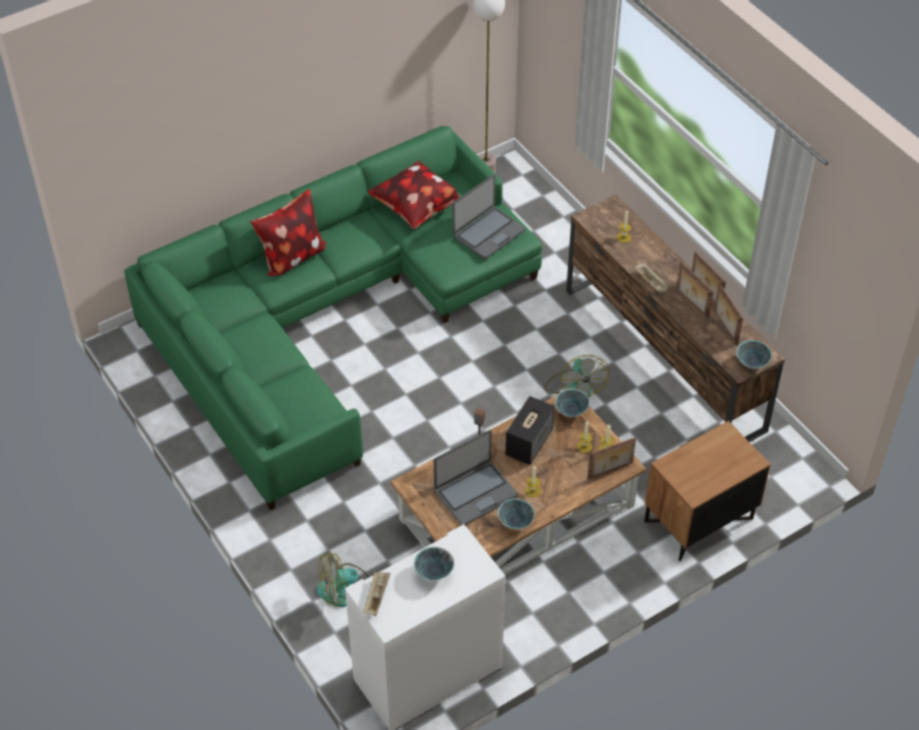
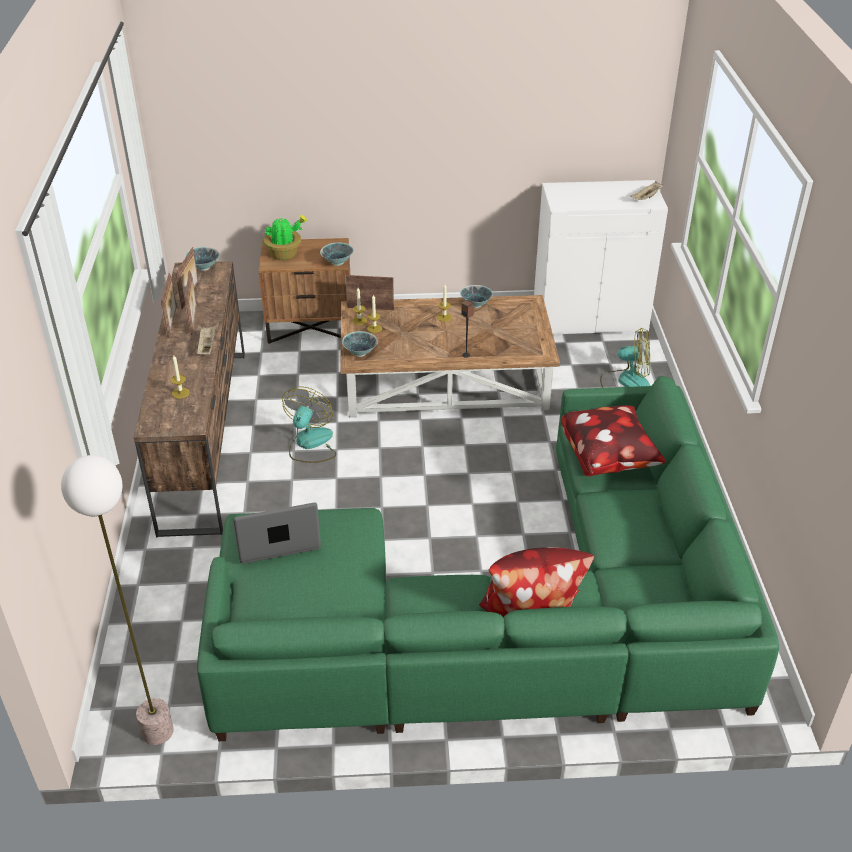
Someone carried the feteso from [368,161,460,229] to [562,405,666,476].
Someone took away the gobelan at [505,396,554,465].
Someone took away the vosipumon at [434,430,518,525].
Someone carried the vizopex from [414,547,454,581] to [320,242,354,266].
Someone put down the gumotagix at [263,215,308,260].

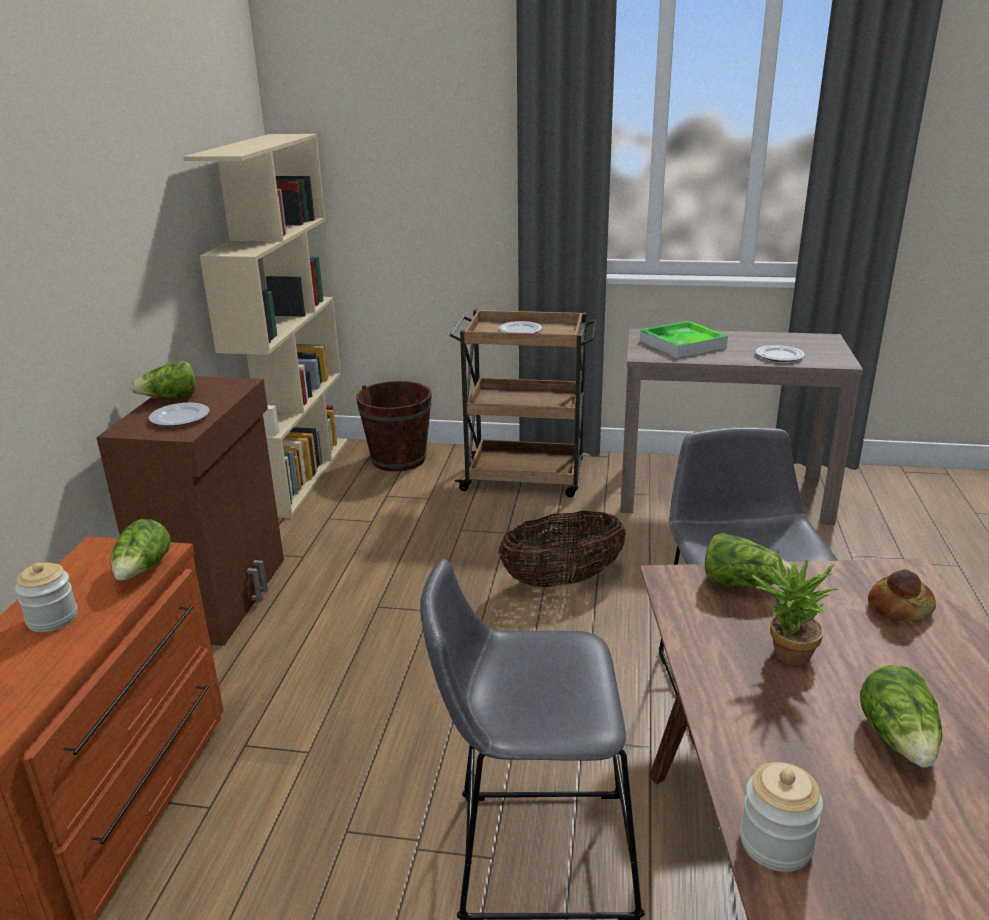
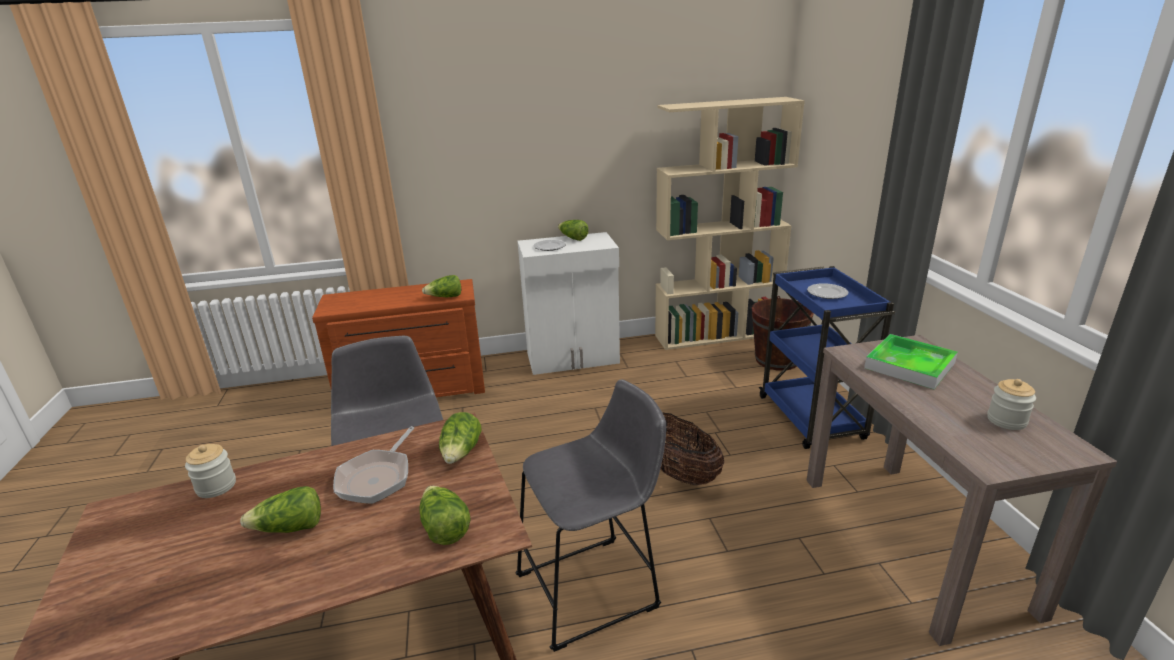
Someone repainted the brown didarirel at [449,310,598,497], which became the blue didarirel at [759,266,896,449].
Someone took away the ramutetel at [756,345,805,362].
Someone repainted the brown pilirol at [96,376,284,646], which became the white pilirol at [517,232,620,375].
Someone swapped the gumotagix at [752,550,839,665] for the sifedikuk at [333,426,414,504].
Someone carried the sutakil from [15,562,78,632] to [987,379,1036,430].
Someone swapped the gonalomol at [868,569,936,622] for the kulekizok at [419,486,471,545].

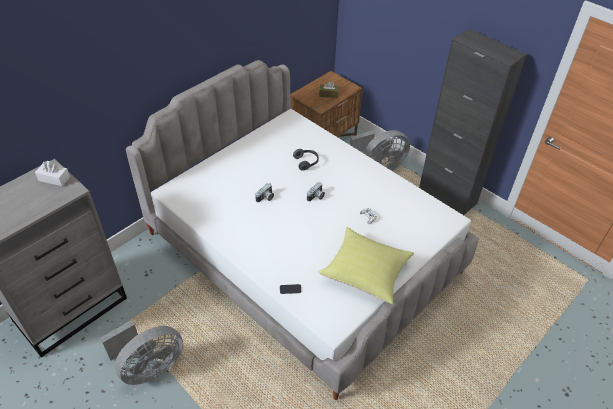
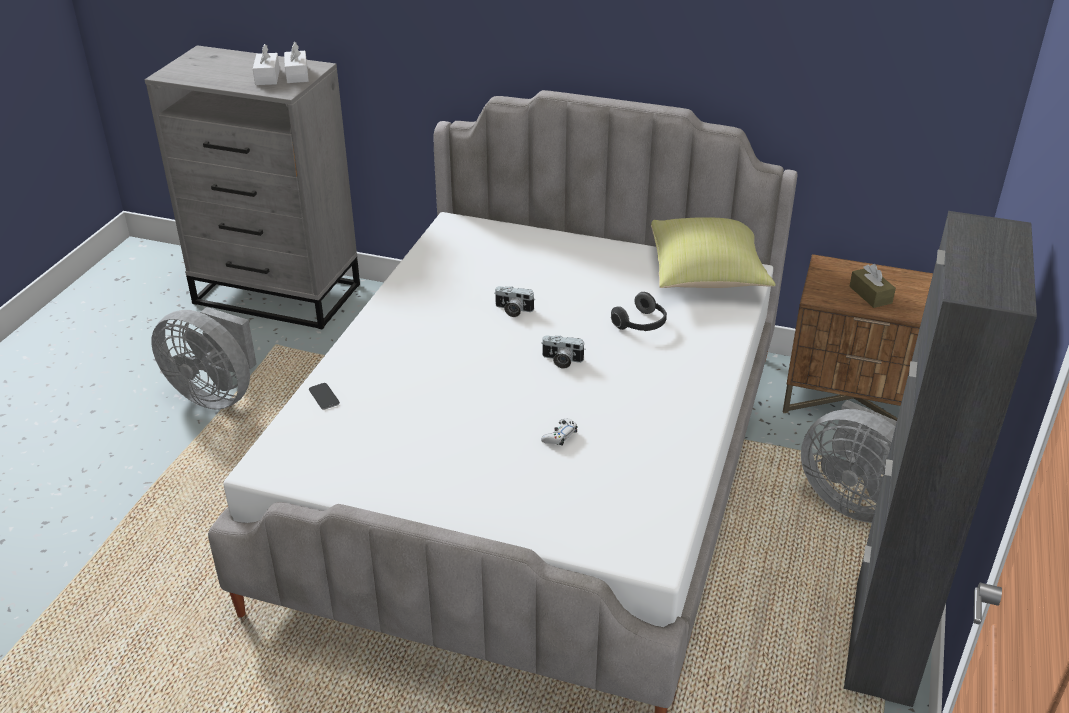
Someone carried the yellow feteso from [319,227,414,304] to [651,218,776,288].
Someone put down the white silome at [253,44,280,85].

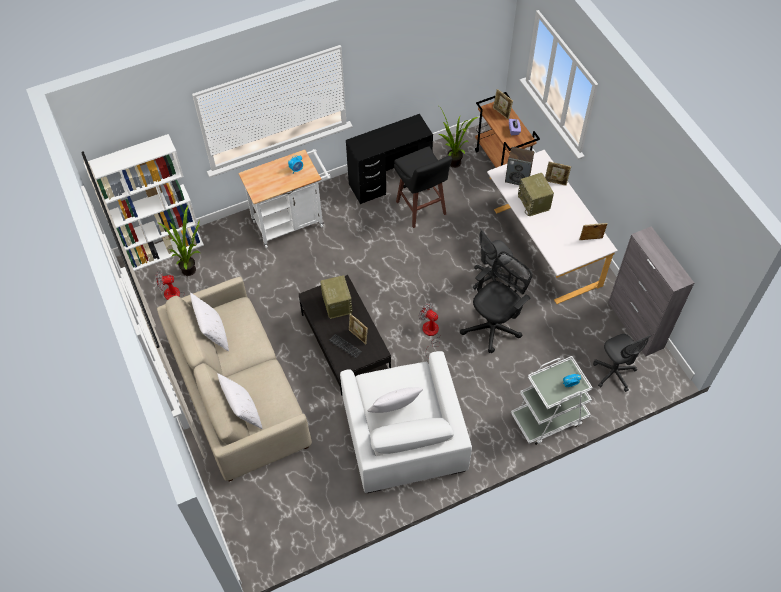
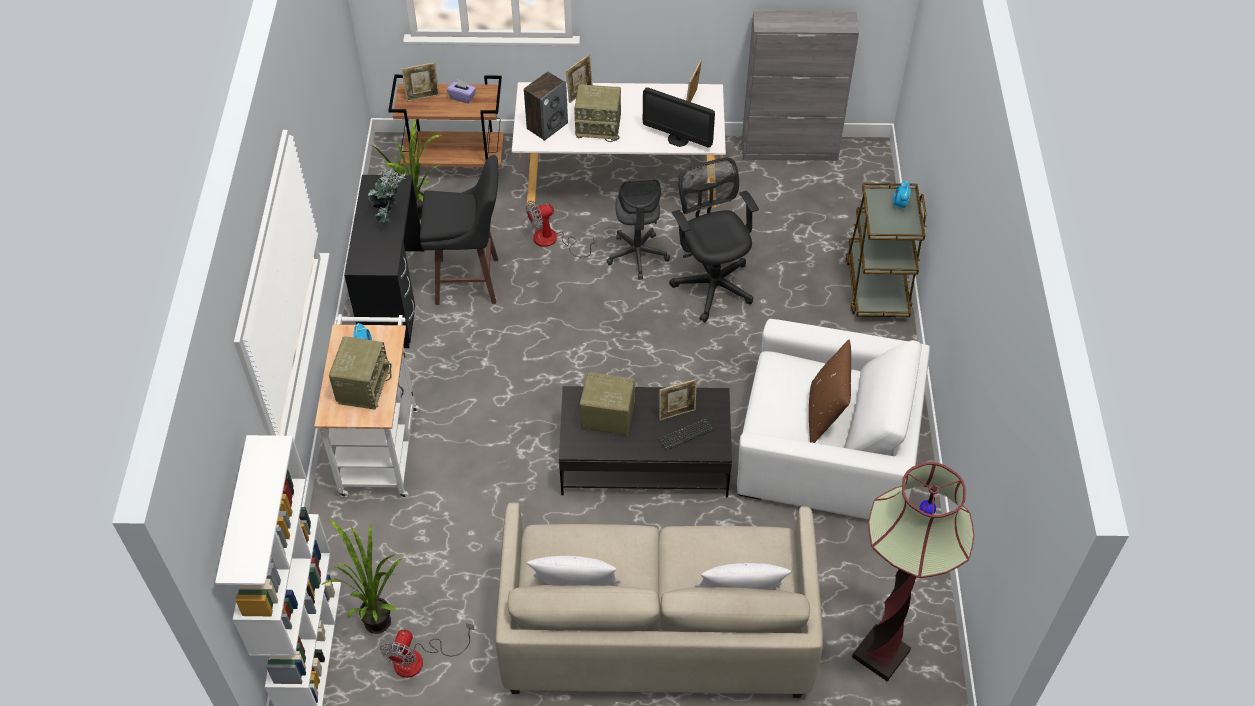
Someone carried the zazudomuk from [419,303,441,359] to [526,201,596,257].
Someone took away the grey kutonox at [593,334,651,392].
Someone repainted the white didarirel at [511,356,593,445], which became the brown didarirel at [846,183,926,317].
Someone repainted the white feteso at [368,387,423,413], which became the brown feteso at [809,340,851,443].
Someone put down the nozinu at [643,87,715,148].
Someone put down the gumotagix at [368,169,406,226].
Someone put down the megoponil at [329,336,392,410].
Someone put down the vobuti at [852,462,975,682].

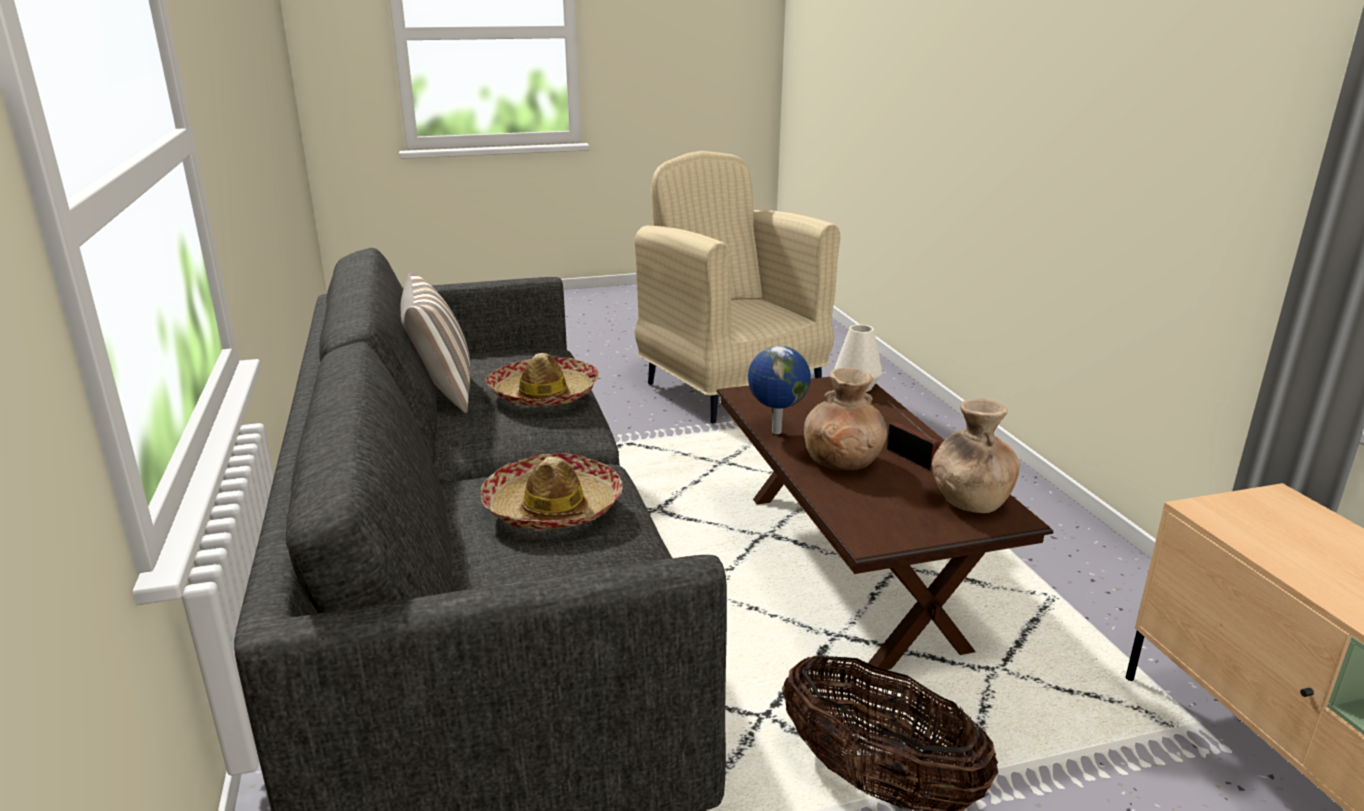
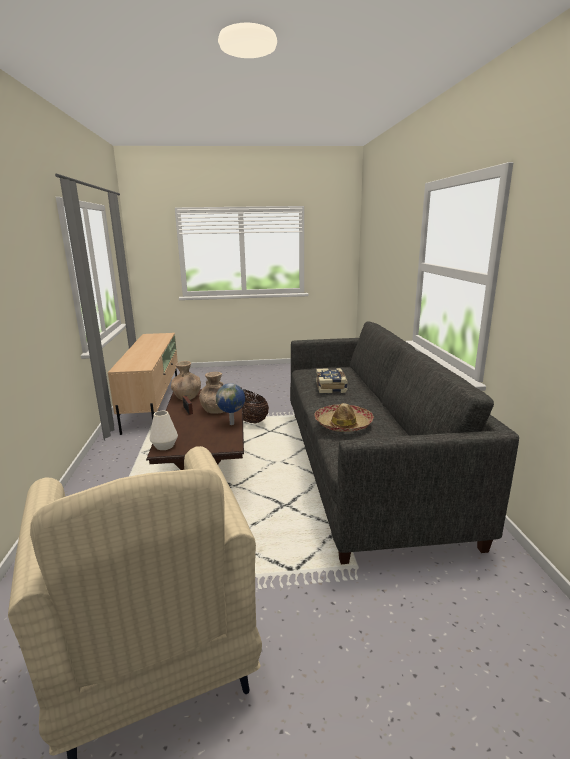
Someone took away the feteso at [401,272,470,413].
Someone swapped the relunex at [480,453,622,529] for the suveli at [316,368,348,393].

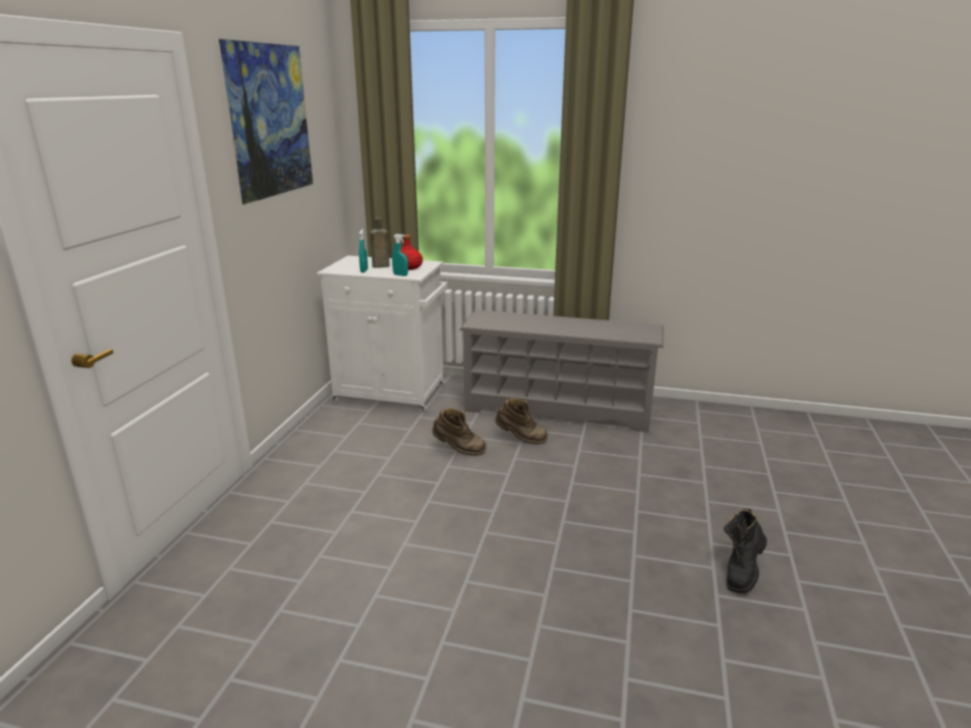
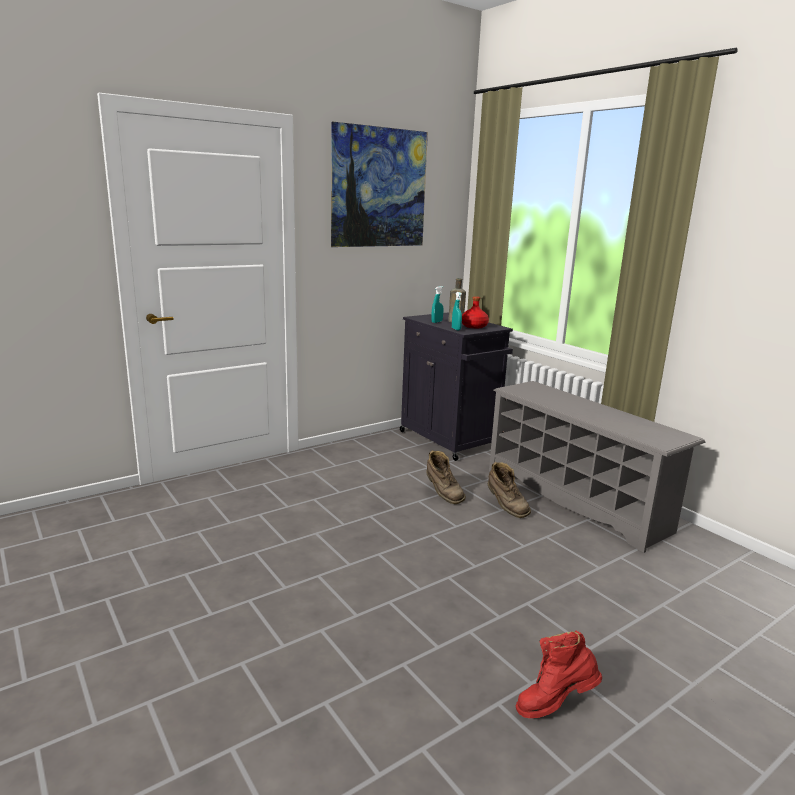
Someone repainted the white pilirol at [317,256,447,413], which became the black pilirol at [400,312,513,461].
Someone repainted the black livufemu at [723,509,767,593], which became the red livufemu at [515,631,602,718].

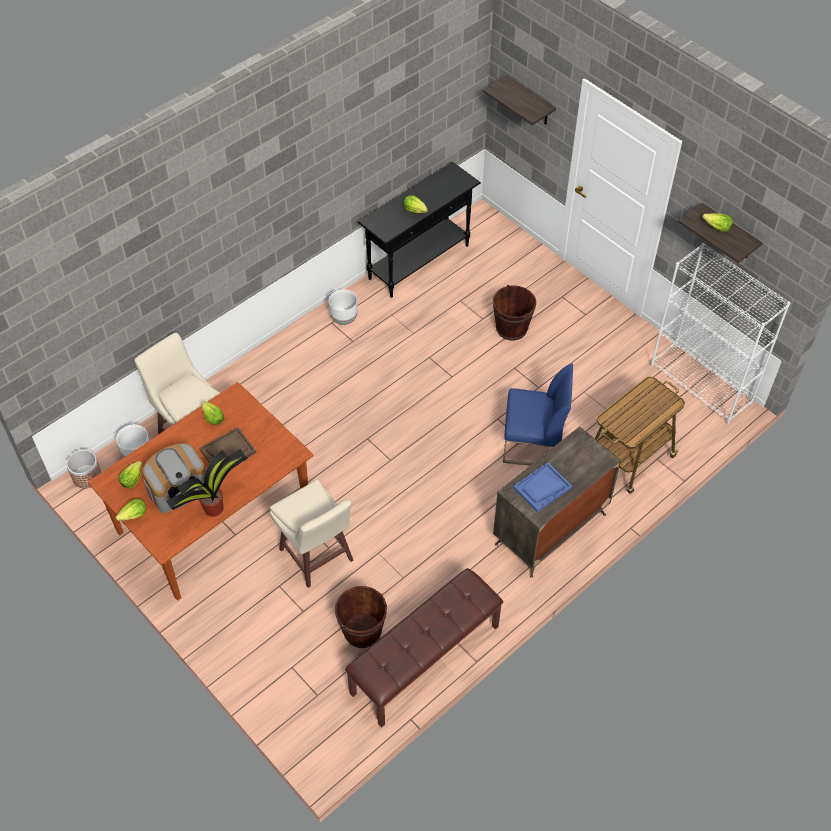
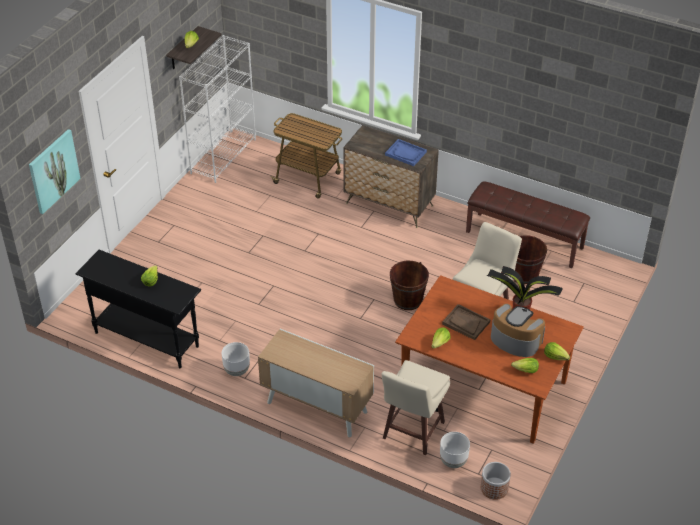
Someone swapped the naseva at [483,75,556,125] for the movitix at [29,129,81,214].
Someone carried the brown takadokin from [493,285,536,341] to [390,261,429,310].
Someone took away the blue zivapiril at [503,364,573,465].
Someone put down the pilirol at [258,329,374,438].

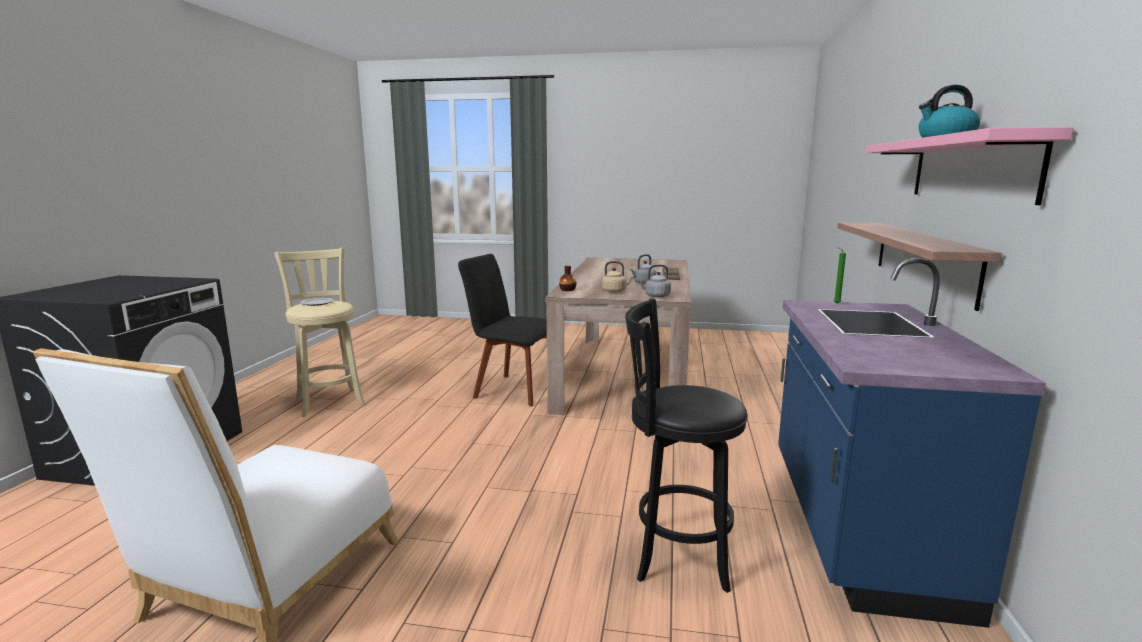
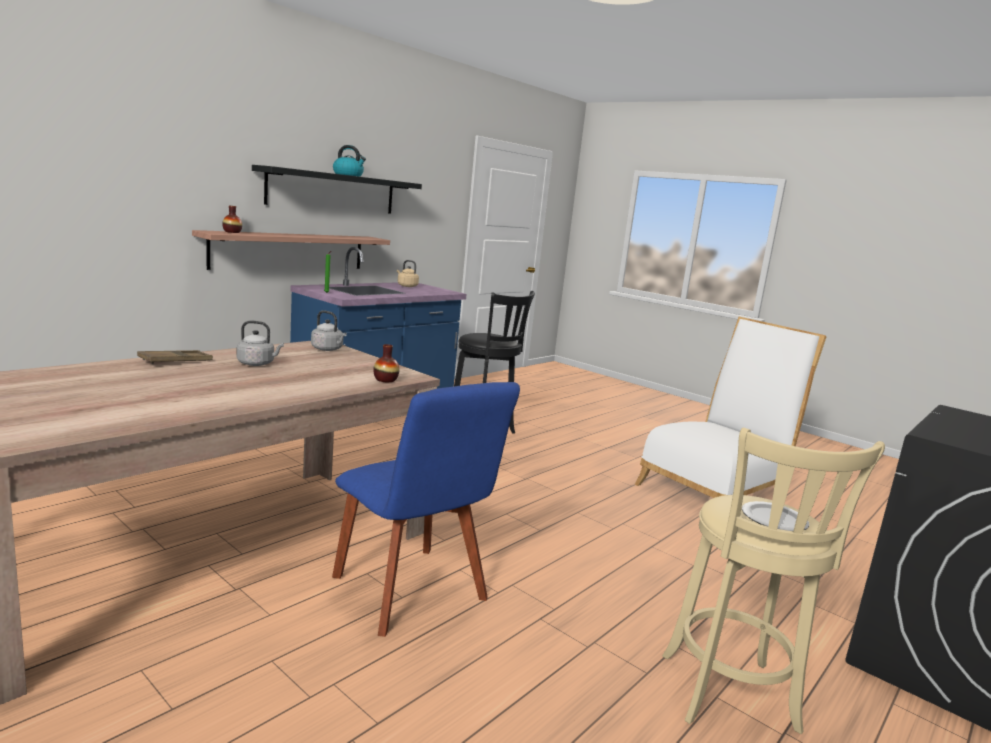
Someone repainted the pink naseva at [866,127,1073,205], which became the black naseva at [252,165,422,214].
Someone repainted the black zivapiril at [458,254,547,406], which became the blue zivapiril at [332,382,520,637].
Someone carried the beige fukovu from [602,261,634,293] to [397,260,419,287].
Someone put down the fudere at [222,206,242,233].

